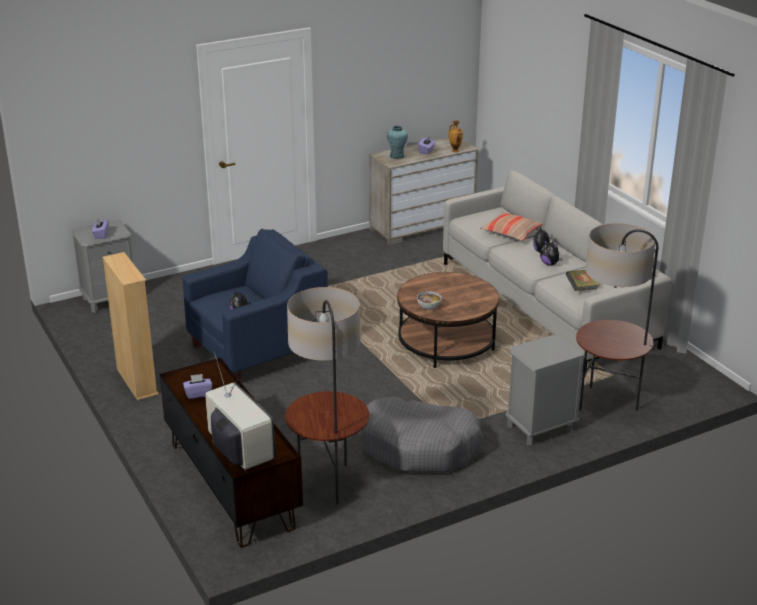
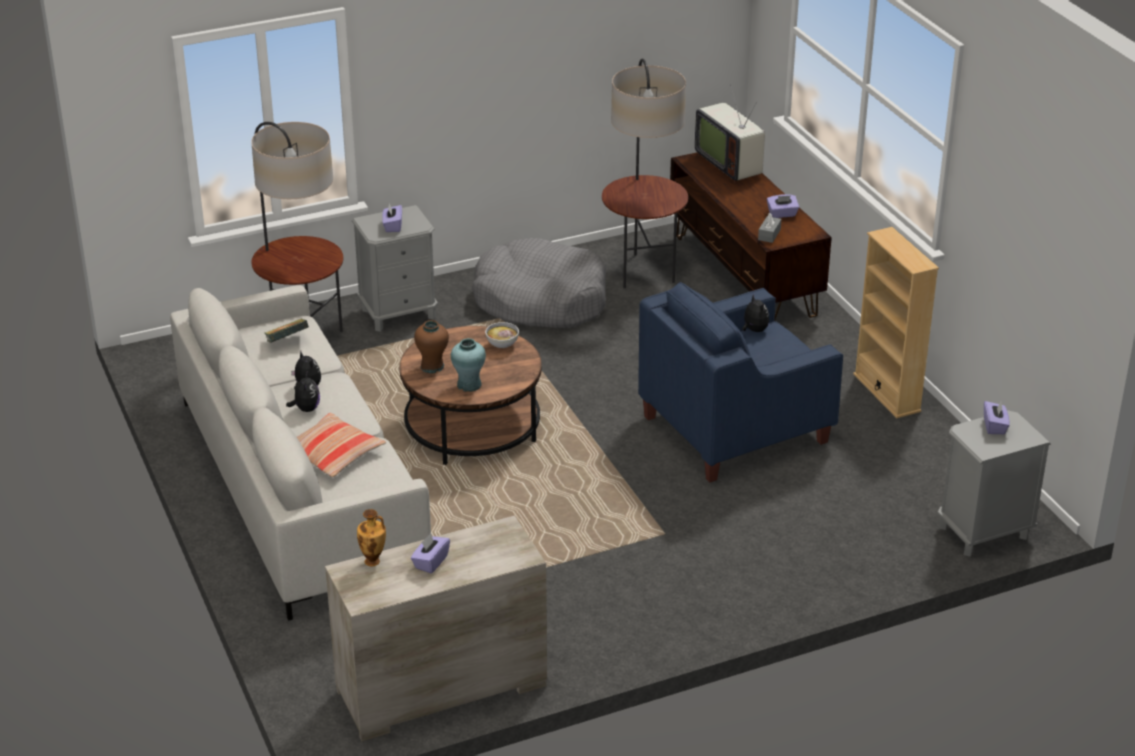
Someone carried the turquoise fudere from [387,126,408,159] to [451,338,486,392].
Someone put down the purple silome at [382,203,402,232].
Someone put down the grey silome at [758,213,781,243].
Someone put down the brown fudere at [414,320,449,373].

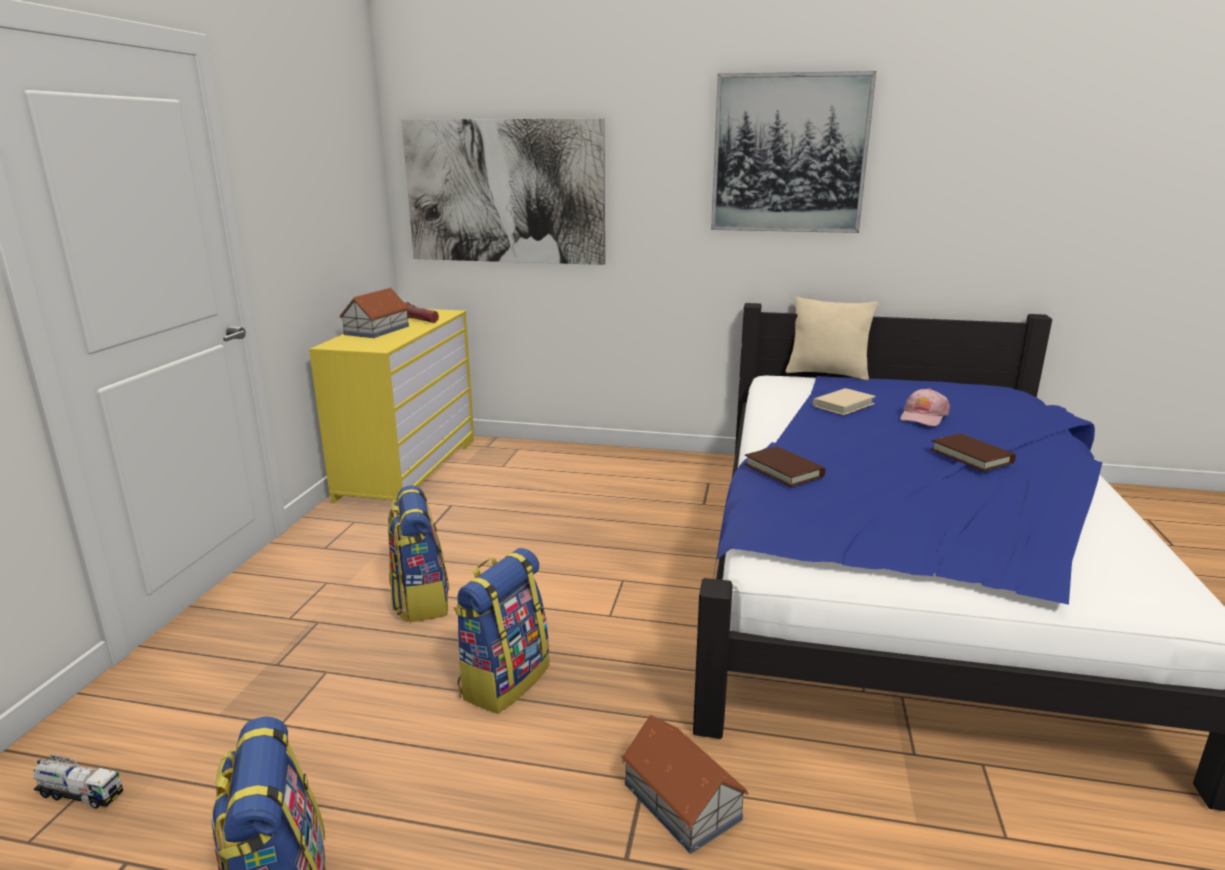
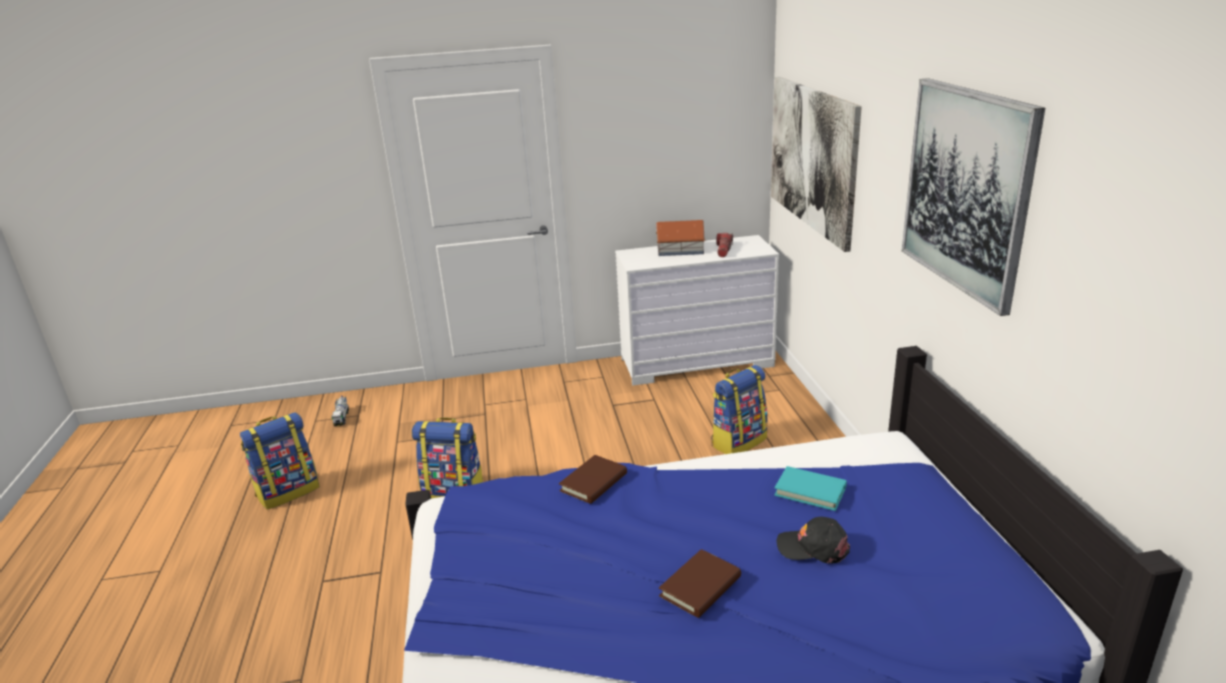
Someone took away the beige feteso at [786,297,878,380].
Someone repainted the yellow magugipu at [309,309,474,503], which became the white magugipu at [615,235,779,386].
Someone repainted the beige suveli at [813,388,876,415], which became the turquoise suveli at [774,466,847,511].
Someone repainted the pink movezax at [900,388,950,426], which became the black movezax at [776,517,850,564].
Someone carried the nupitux from [388,485,450,623] to [711,365,768,454].
Someone took away the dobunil at [621,715,749,854].

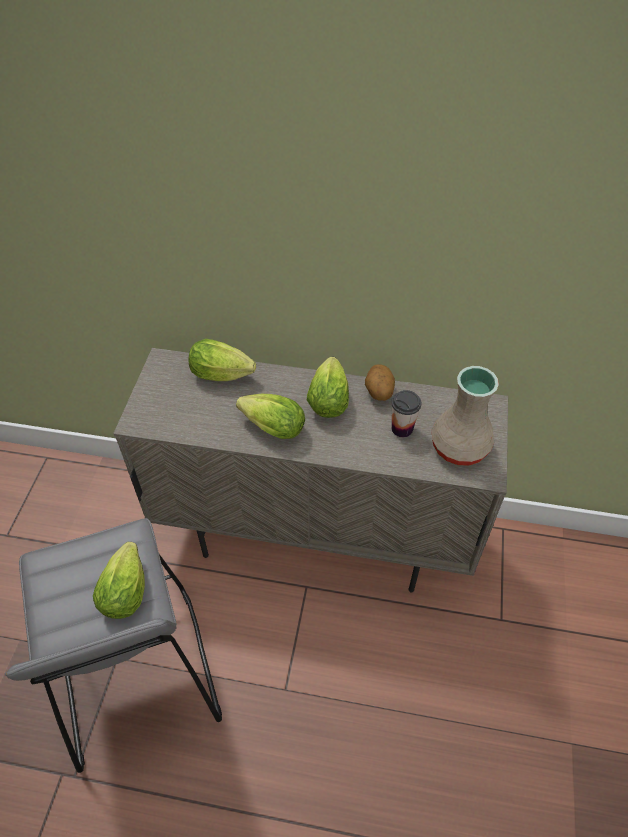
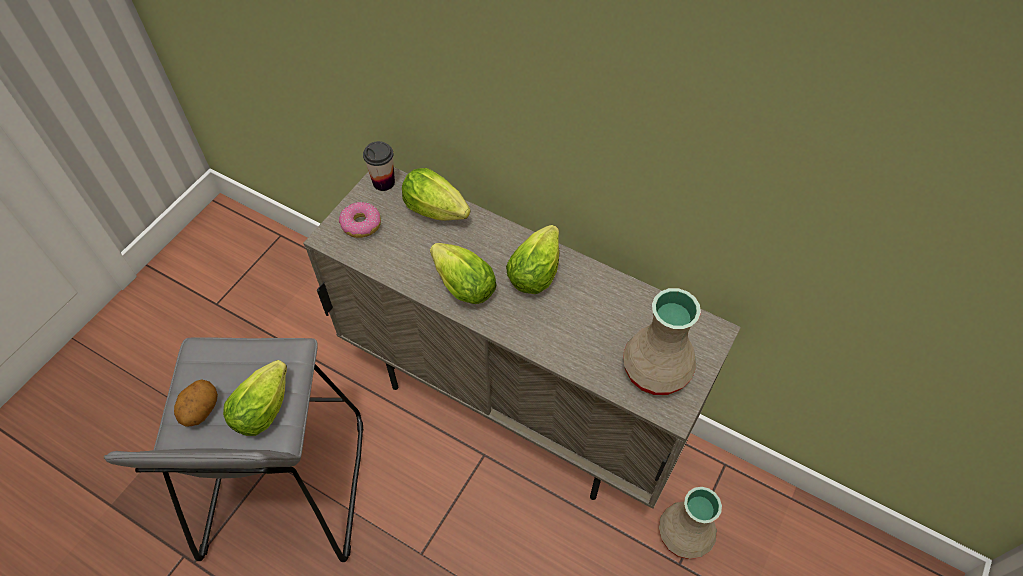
Someone carried the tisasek from [365,364,395,401] to [174,379,218,427].
Someone carried the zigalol from [391,390,421,437] to [363,141,395,191].
Someone put down the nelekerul at [339,202,381,238].
Someone put down the beige fudere at [659,487,722,559].

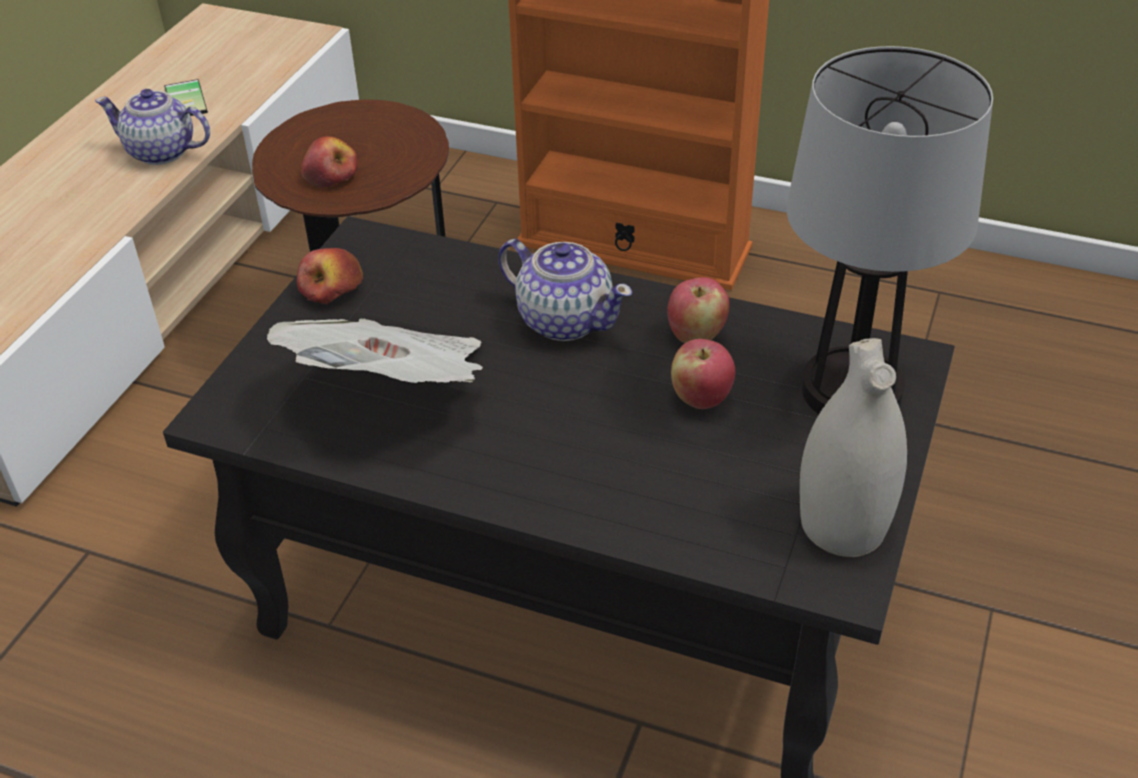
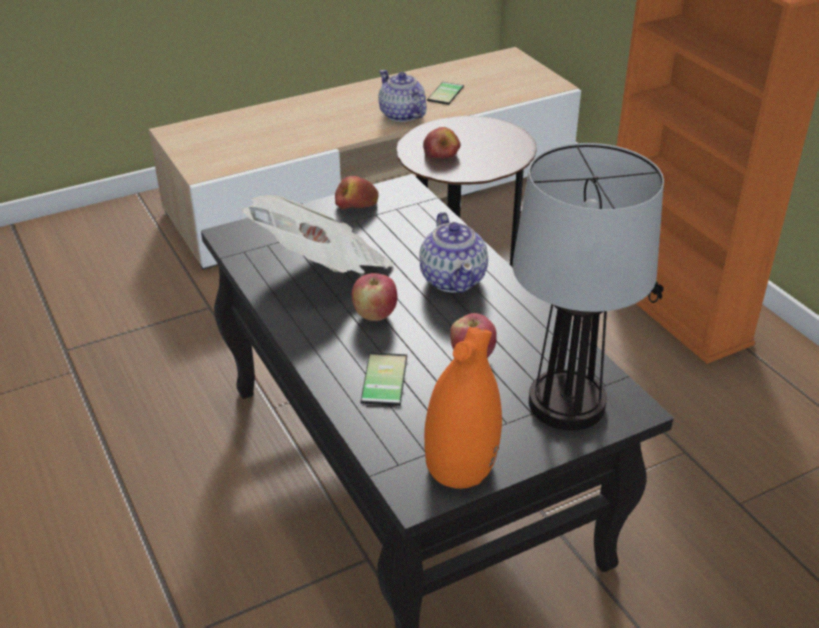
Someone carried the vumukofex from [667,277,730,343] to [352,273,397,321].
Someone repainted the white fudere at [800,338,907,557], which became the orange fudere at [424,327,502,489].
Someone put down the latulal at [360,352,407,406].

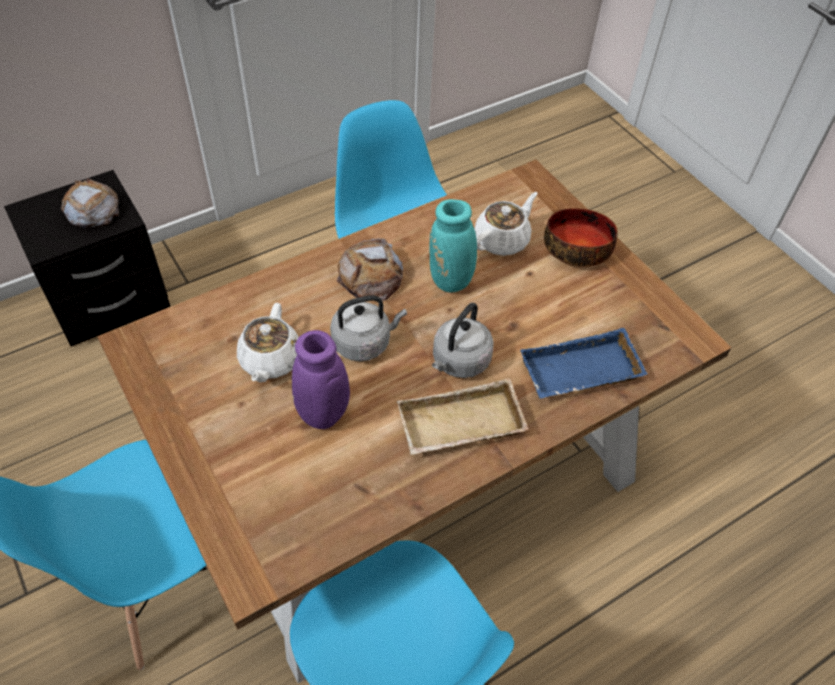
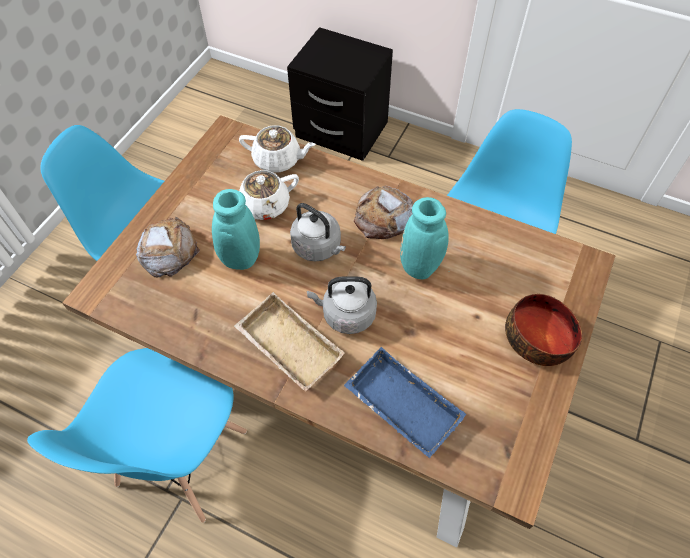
Someone carried the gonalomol from [61,179,119,228] to [136,217,200,277].
Someone carried the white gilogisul from [474,192,538,256] to [239,126,316,172].
Someone repainted the purple fudere at [292,330,350,429], which became the turquoise fudere at [164,189,260,270].

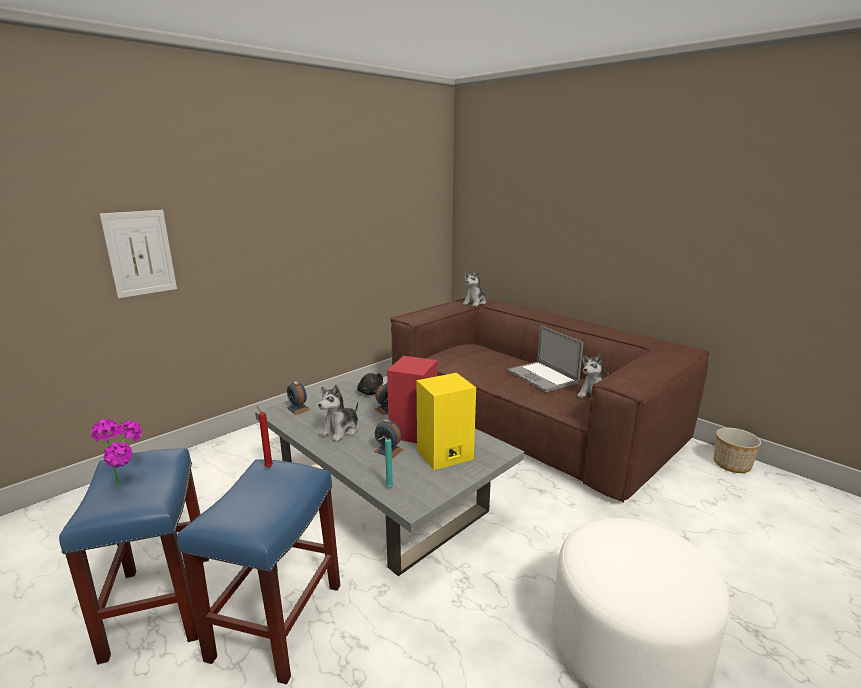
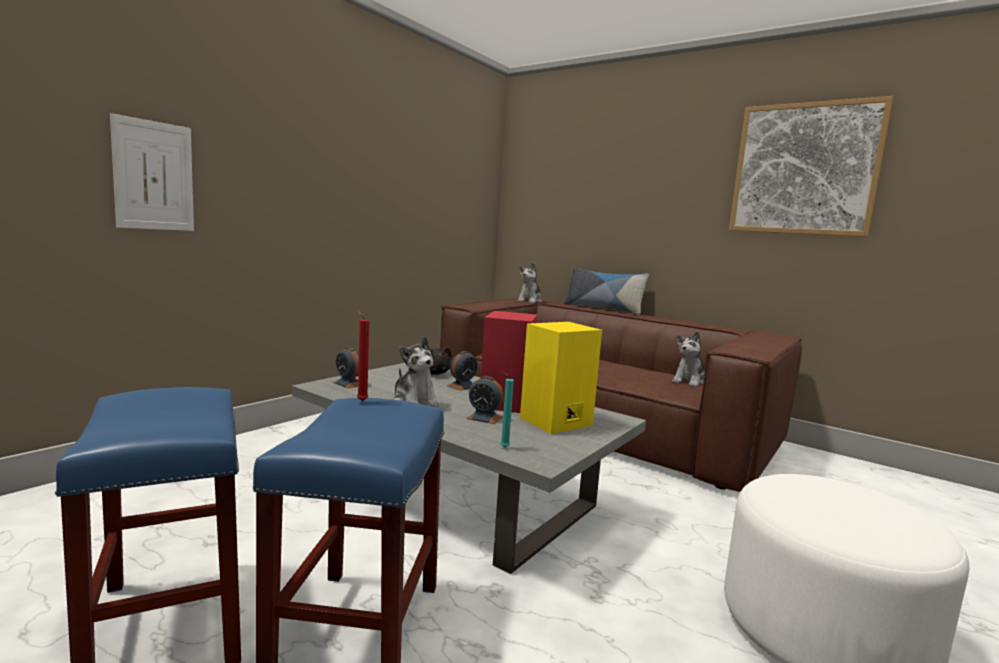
Someone took away the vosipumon at [507,325,583,392].
Someone rotated the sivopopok at [318,385,358,442] by 60 degrees counterclockwise.
Someone took away the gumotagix at [91,419,143,489].
Someone took away the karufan at [714,428,761,473].
Someone put up the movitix at [729,96,893,237].
Someone put down the feteso at [564,267,649,315].

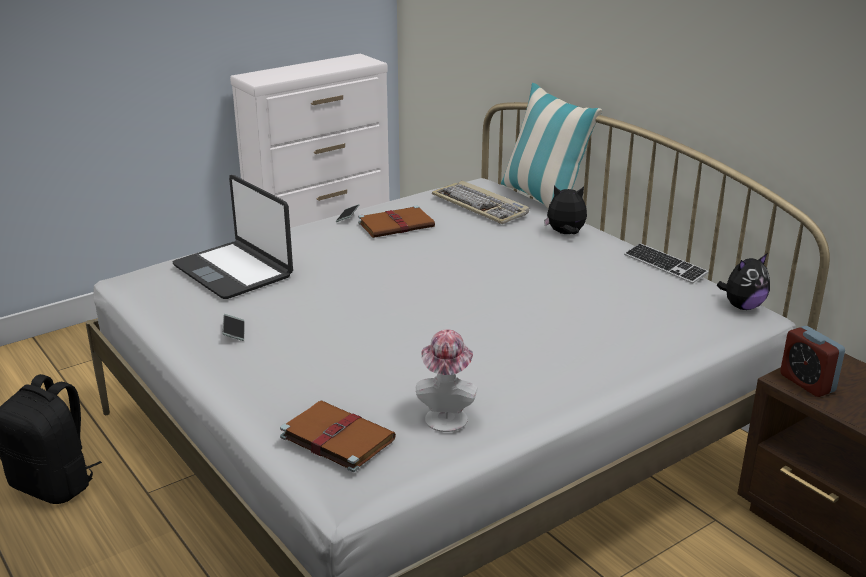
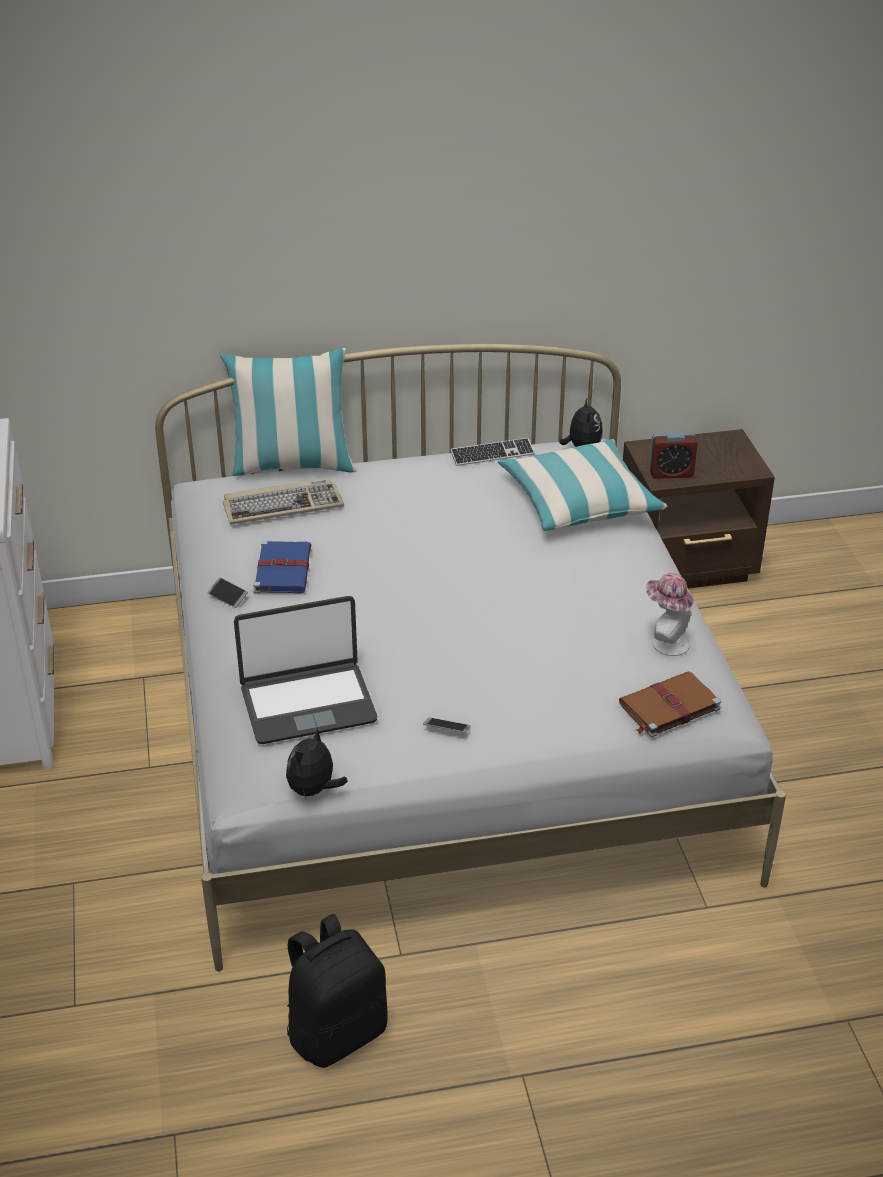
Someone carried the sivopopok from [544,186,587,234] to [286,728,348,800].
Someone repainted the brown suveli at [358,205,435,238], which became the blue suveli at [253,541,311,593].
Someone put down the feteso at [498,439,667,531].

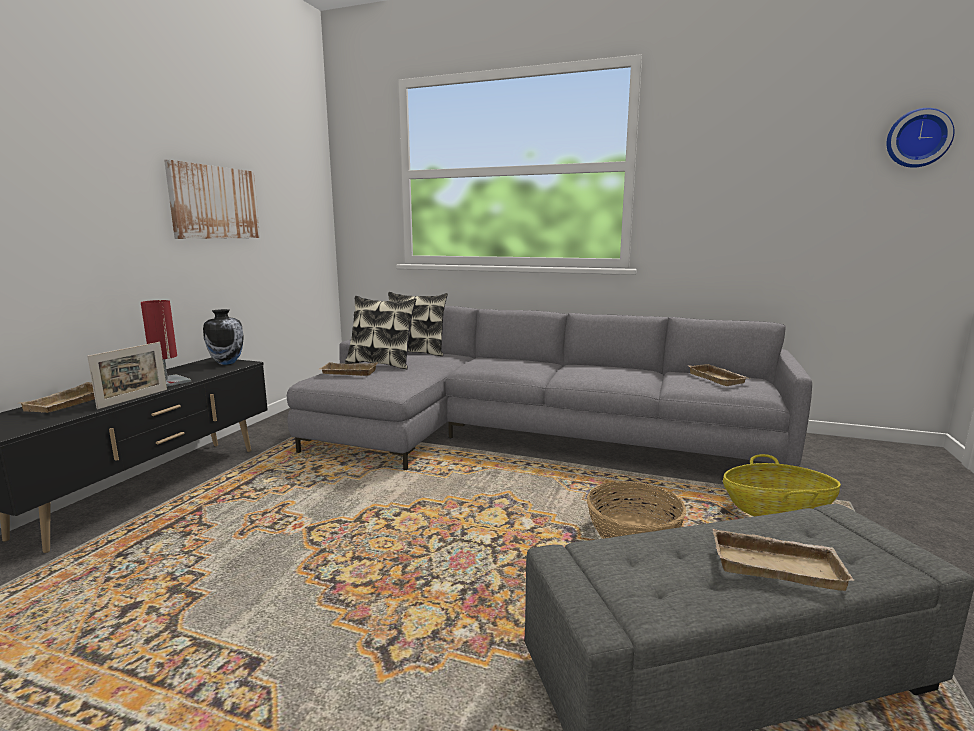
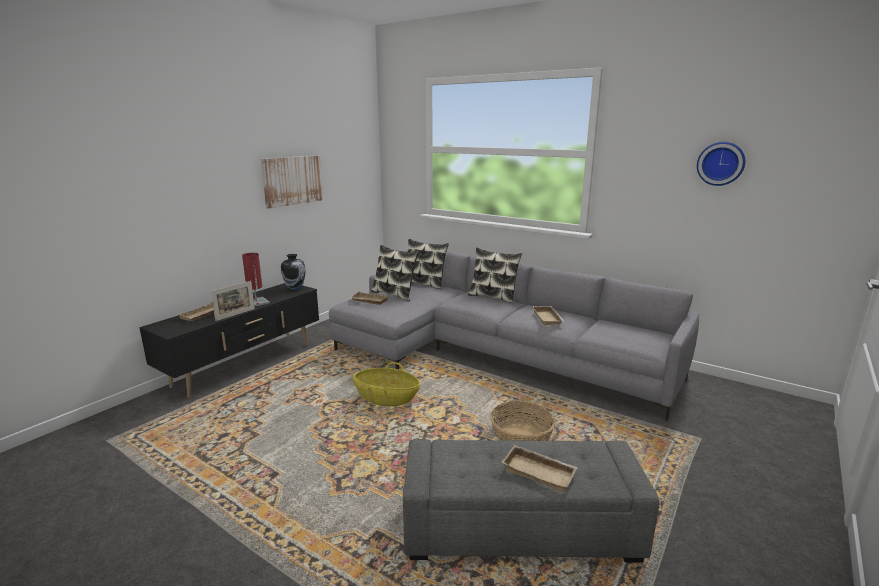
Someone carried the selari from [886,108,954,168] to [697,142,745,186].
Someone carried the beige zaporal from [687,364,748,386] to [532,306,564,325].
Someone carried the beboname from [723,454,841,517] to [353,362,420,406].
Someone put down the feteso at [468,248,522,303].

